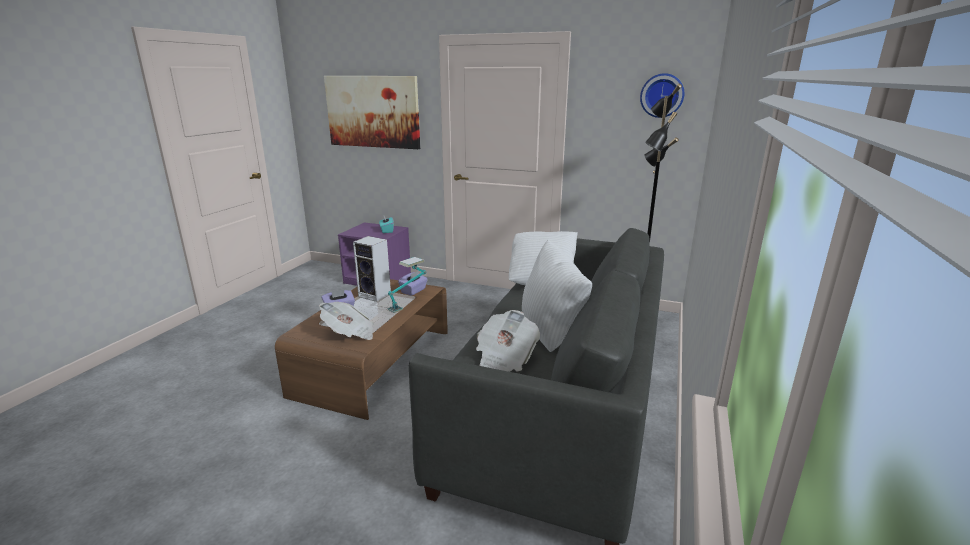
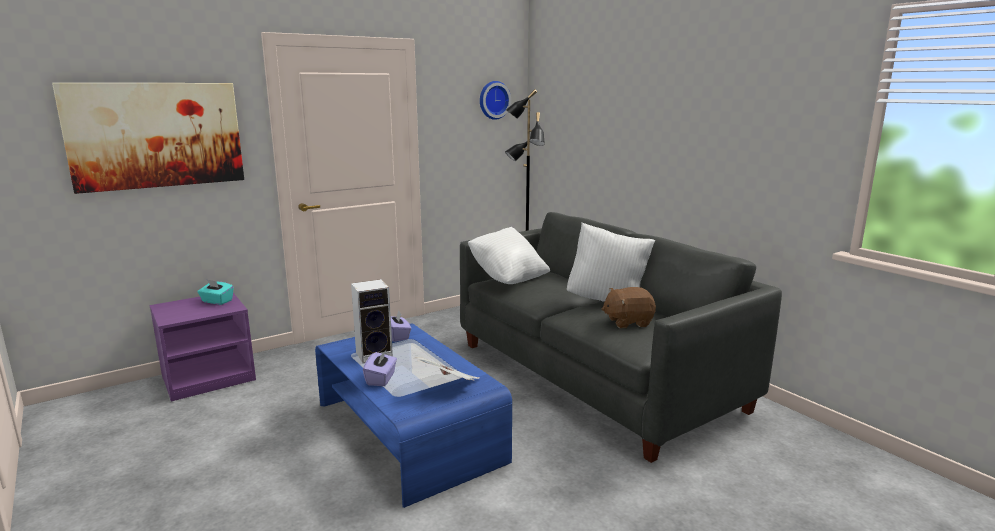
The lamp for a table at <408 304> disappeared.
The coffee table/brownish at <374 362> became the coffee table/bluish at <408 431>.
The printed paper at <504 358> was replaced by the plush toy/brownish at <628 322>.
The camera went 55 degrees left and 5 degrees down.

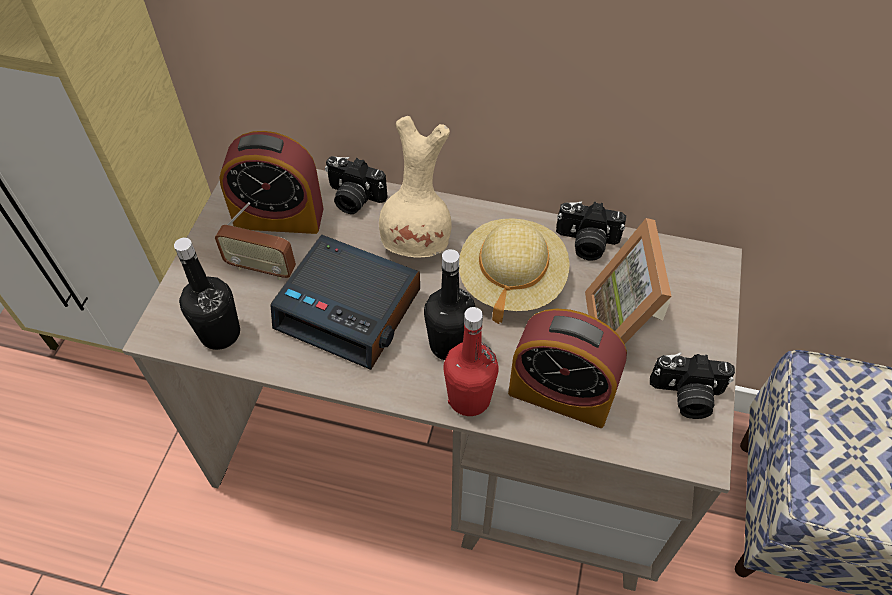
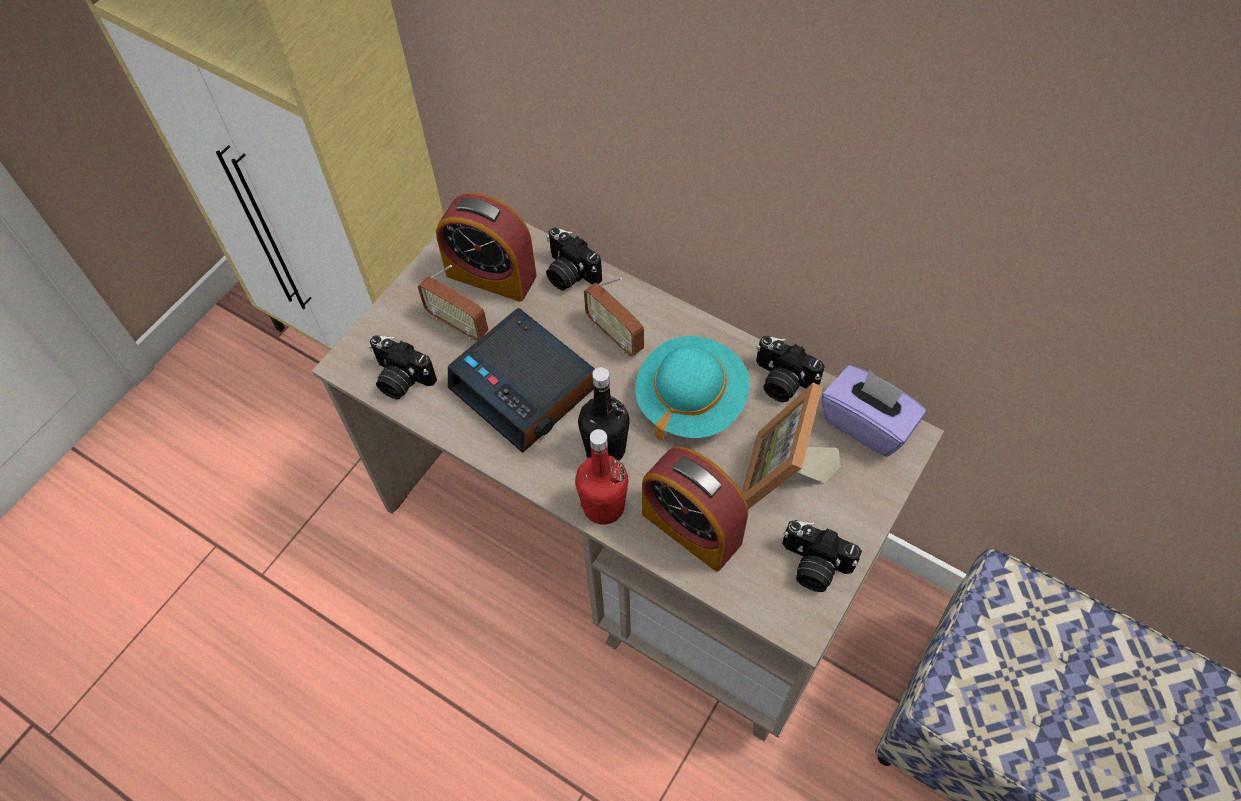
The vase/sand-coloured at <418 241> was replaced by the radio at <615 335>.
The clothing hat/sand-coloured at <511 280> became the clothing hat/turquoise-coloured at <690 400>.
The drink bottle/blackish at <220 333> was replaced by the photo camera at <400 379>.
The box of tissues/purple-coloured at <867 423> appeared.
The camera went 20 degrees right and 5 degrees up.

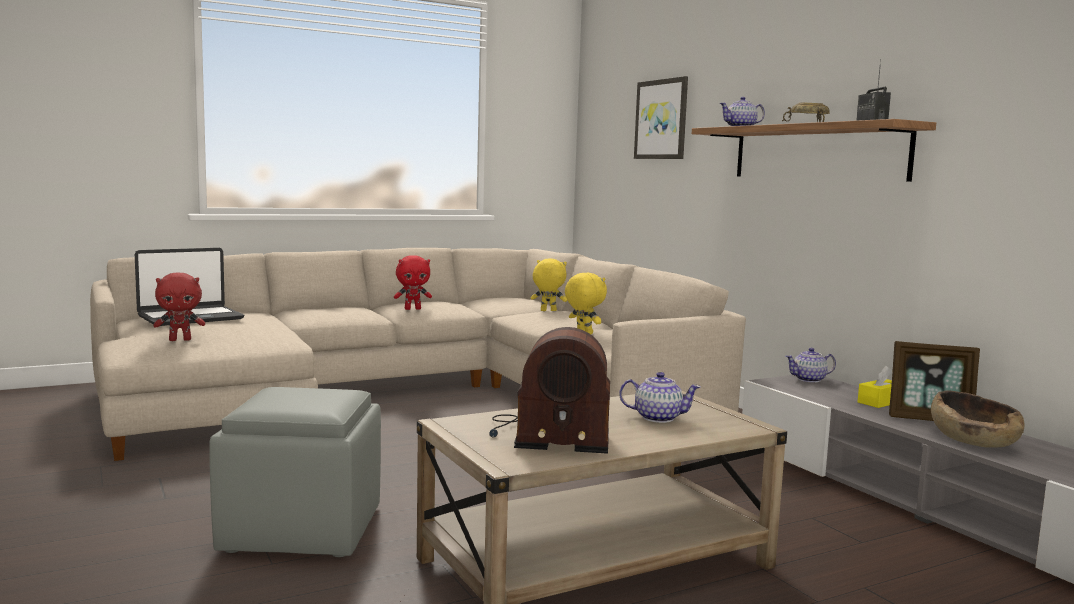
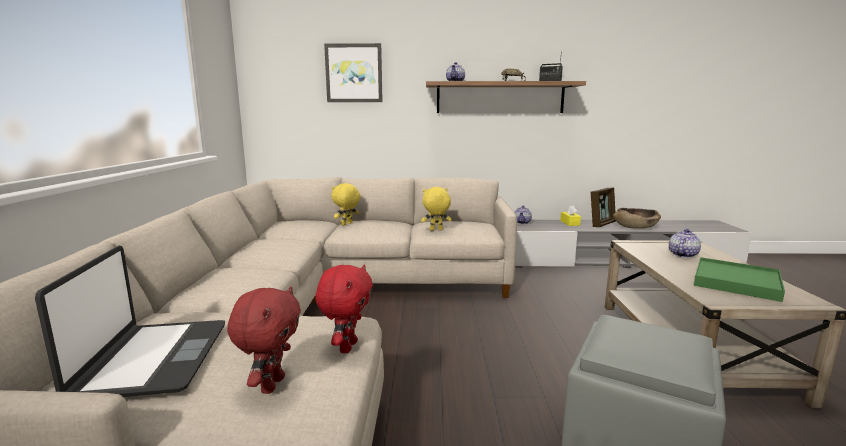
The plush toy/red-coloured moved from <413 309> to <347 347>.
The radio at <548 435> was replaced by the tray/green at <736 282>.
The camera went 60 degrees left and 5 degrees up.

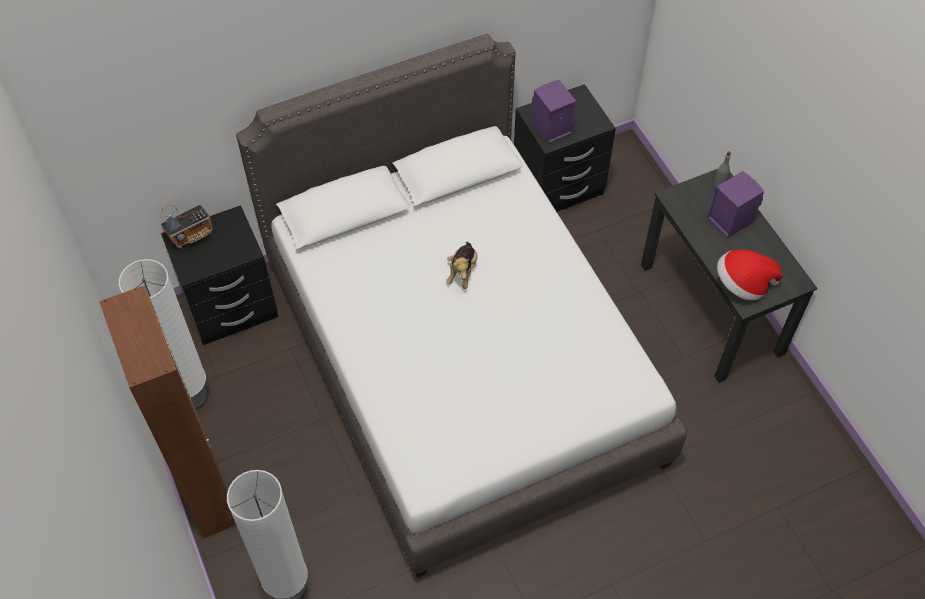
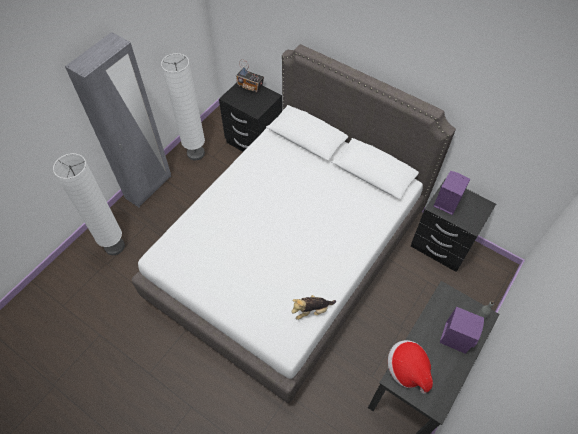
The plush toy moved from <462 271> to <311 310>.
The clothes cupboard/brownish at <208 493> became the clothes cupboard/grey at <149 187>.
The camera went 60 degrees right and 0 degrees up.

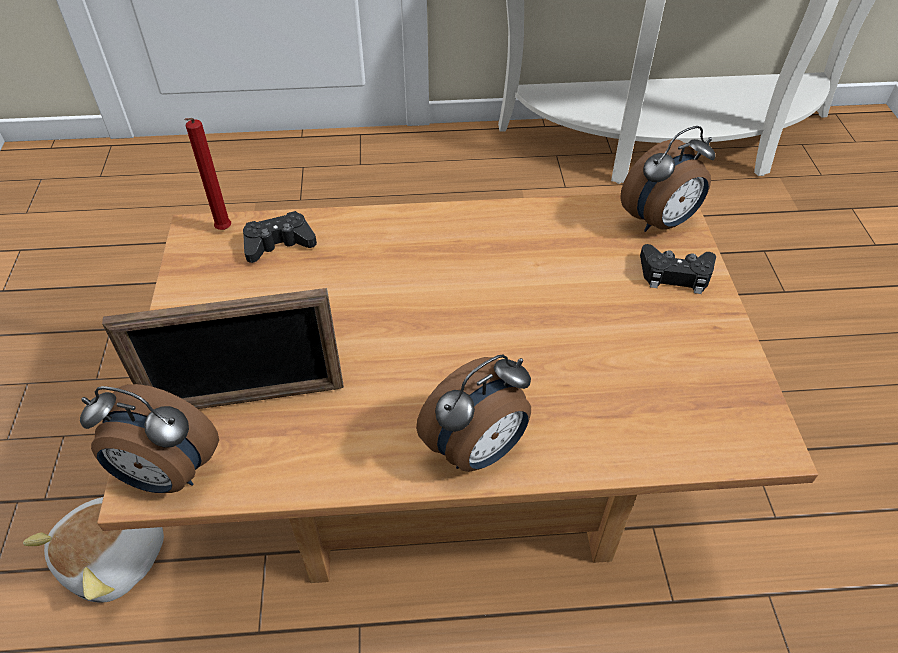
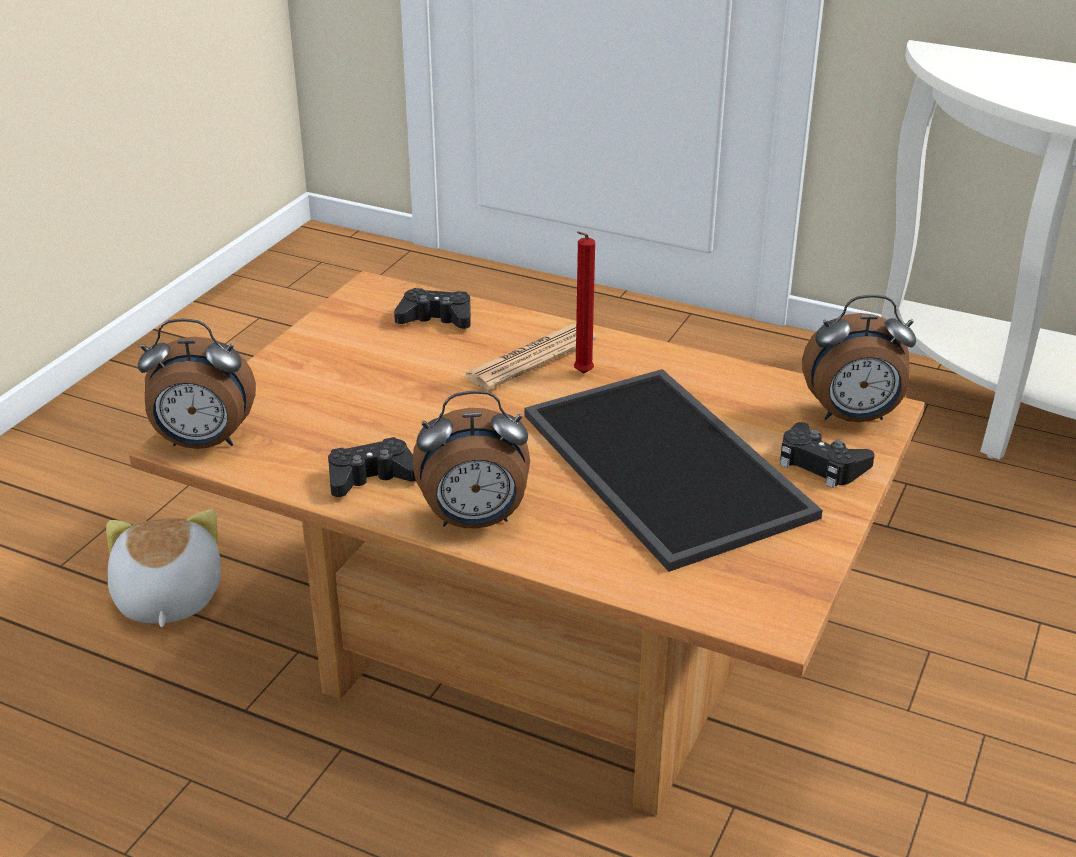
The wax candle/red-coloured moved from <223 231> to <581 374>.
The picture frame at <247 399> disappeared.
The alarm clock at <167 475> turned 45 degrees counterclockwise.
The plush toy at <117 558> turned 105 degrees clockwise.
The printed paper at <530 358> appeared.
The tray at <670 465> appeared.
The joypad/blackish at <371 477> appeared.
The camera went 30 degrees right and 15 degrees down.

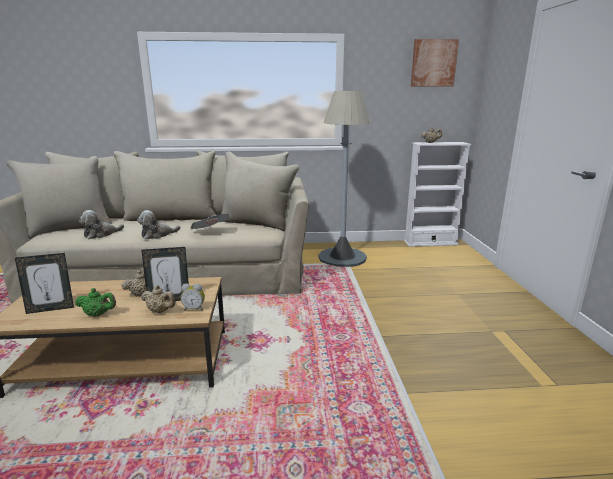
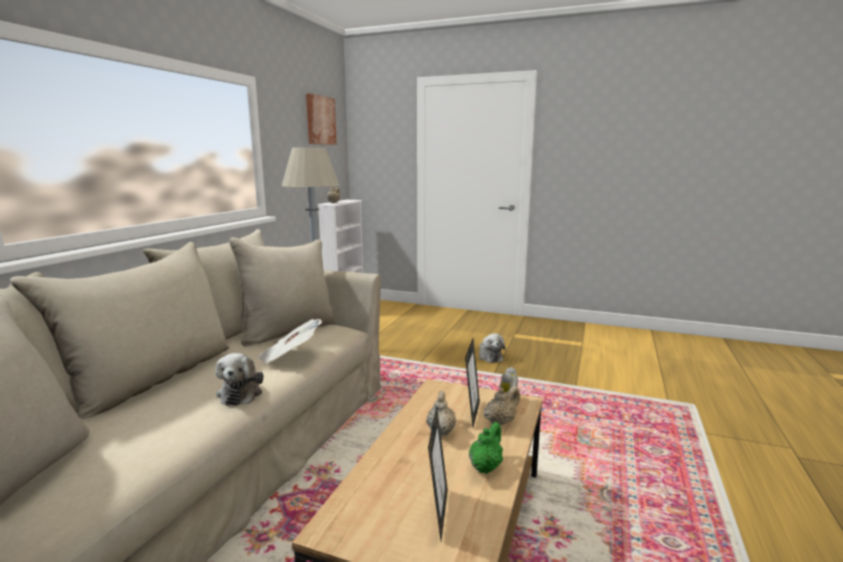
The plush toy moved from <101 234> to <489 356>.
The camera went 65 degrees left and 5 degrees down.

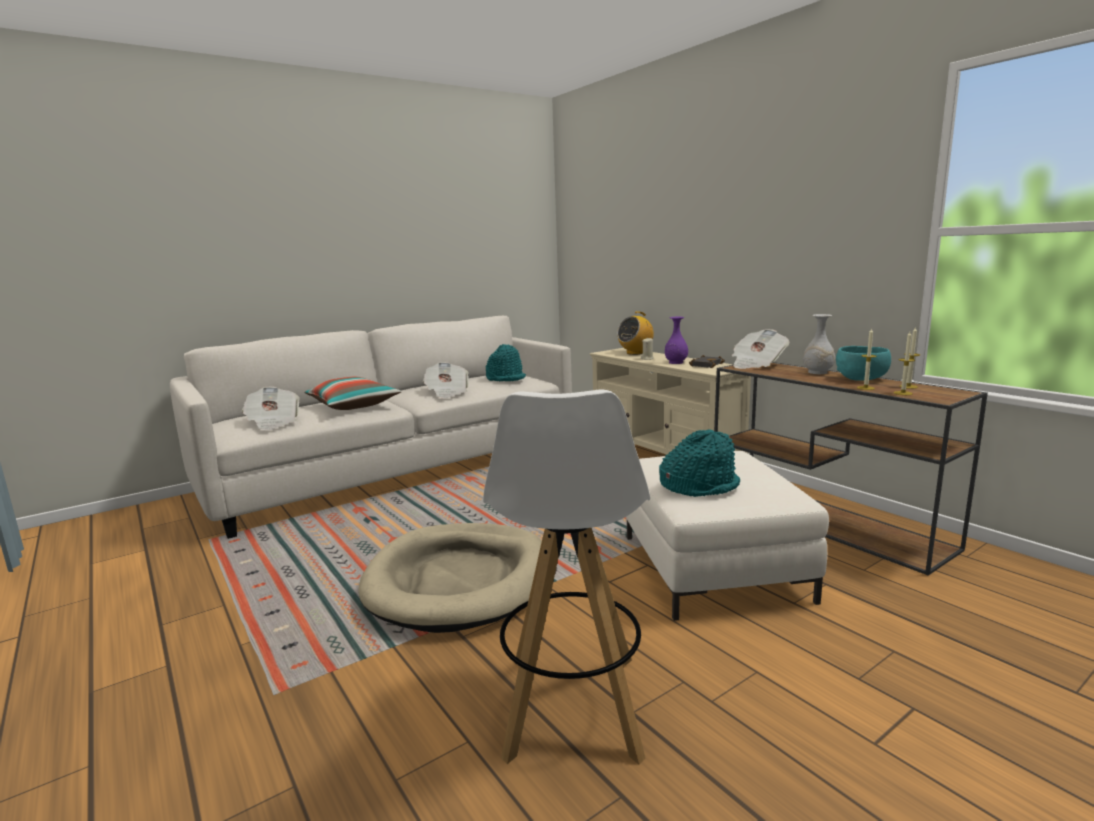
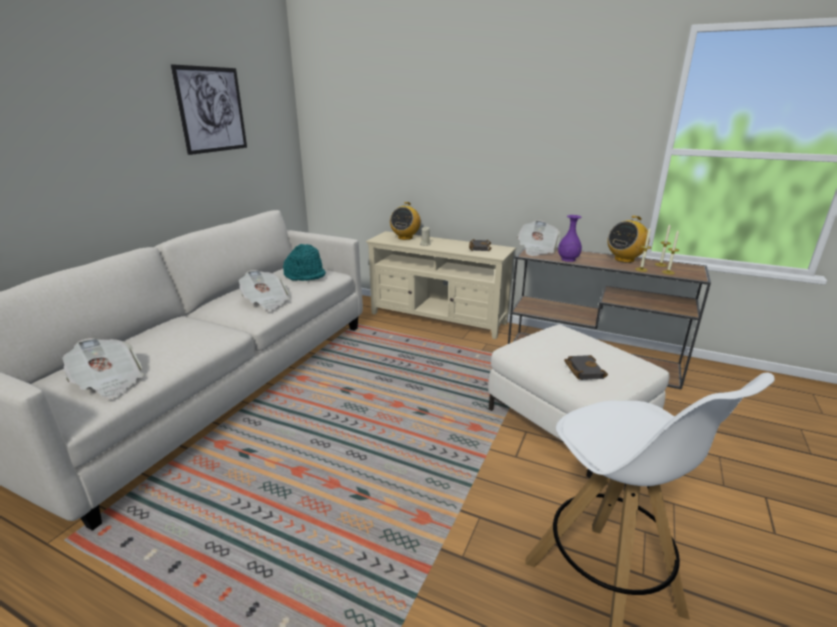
The vase/white at <817 372> disappeared.
The vase/purple-coloured moved from <676 362> to <568 259>.
The serving bowl/turquoise-coloured at <861 379> was replaced by the radio at <624 259>.
The throw pillow at <353 405> disappeared.
The clothing hat/turquoise-coloured at <699 486> was replaced by the bound book/blackish at <582 370>.
The dog cushion/sand-coloured at <459 580> disappeared.
The wall art at <212 110> appeared.
The camera went 30 degrees left and 10 degrees up.

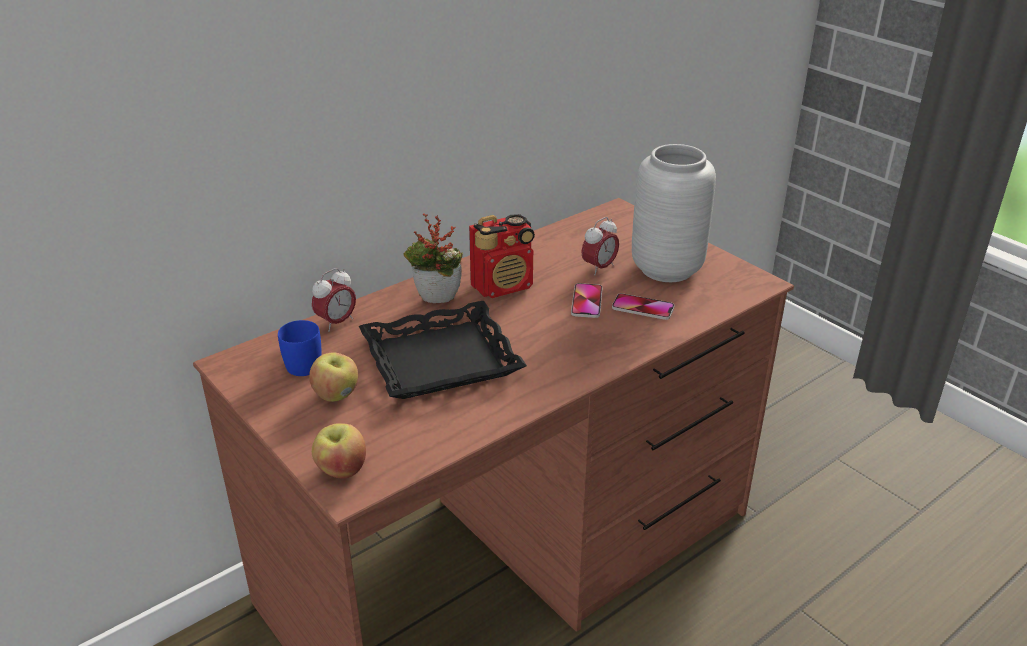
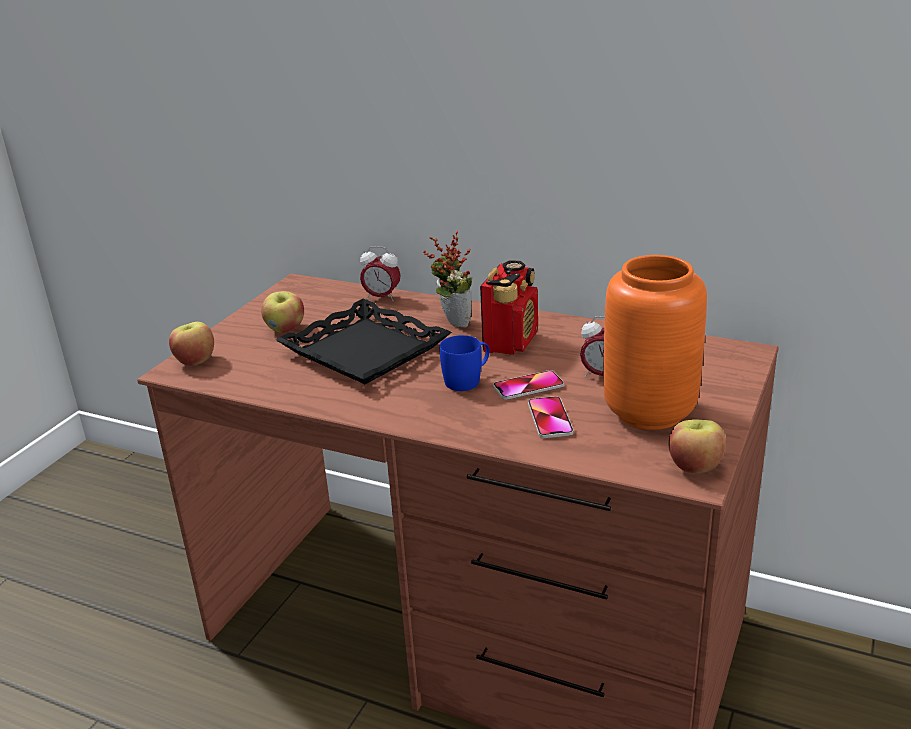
The vase/grey at <666 268> became the vase/orange at <650 411>.
The radio at <503 286> turned 105 degrees counterclockwise.
The tea mug/bluish moved from <303 362> to <468 380>.
The whole apple at <695 466> appeared.
The camera went 65 degrees right and 5 degrees down.

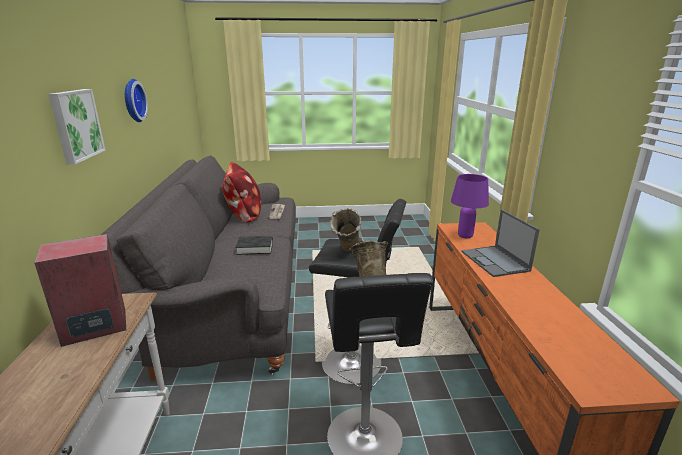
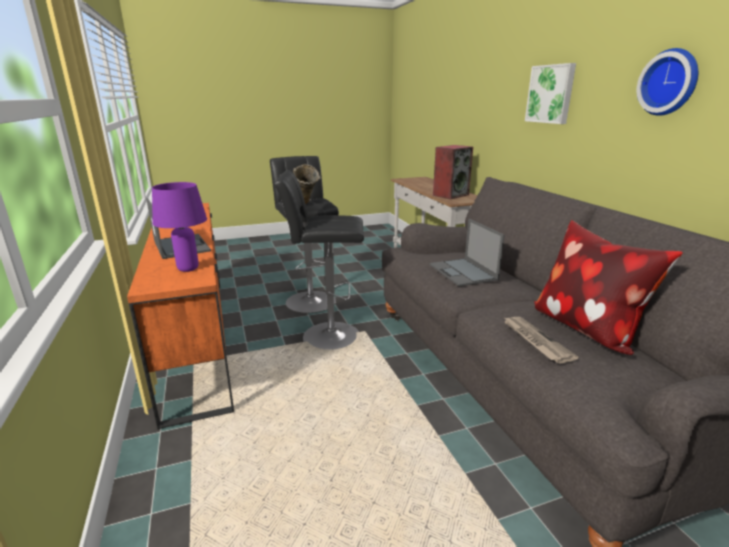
The vase/sand-coloured at <347 255> disappeared.
The bound book/blackish at <255 248> was replaced by the laptop at <463 272>.
The camera went 165 degrees right and 0 degrees up.

